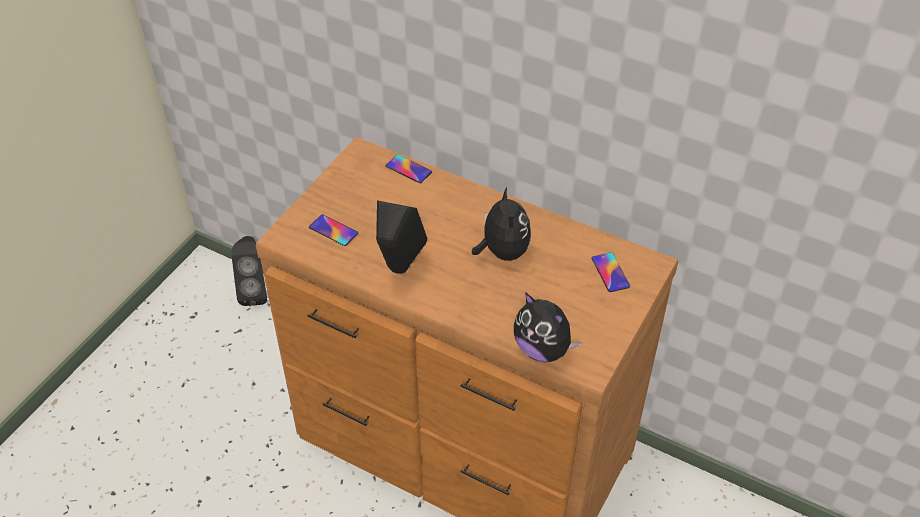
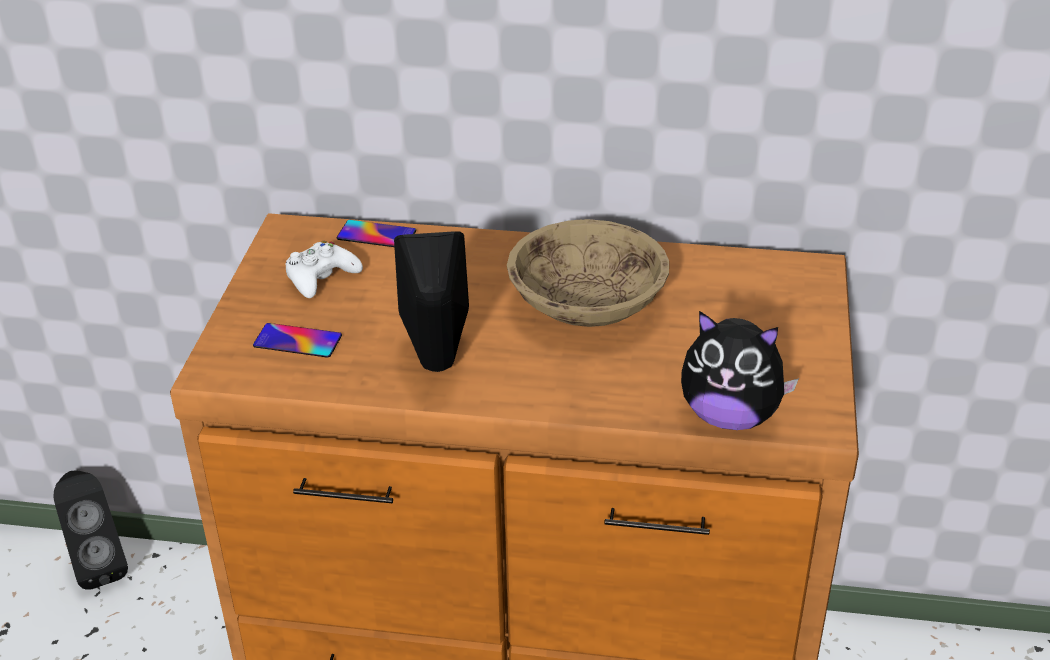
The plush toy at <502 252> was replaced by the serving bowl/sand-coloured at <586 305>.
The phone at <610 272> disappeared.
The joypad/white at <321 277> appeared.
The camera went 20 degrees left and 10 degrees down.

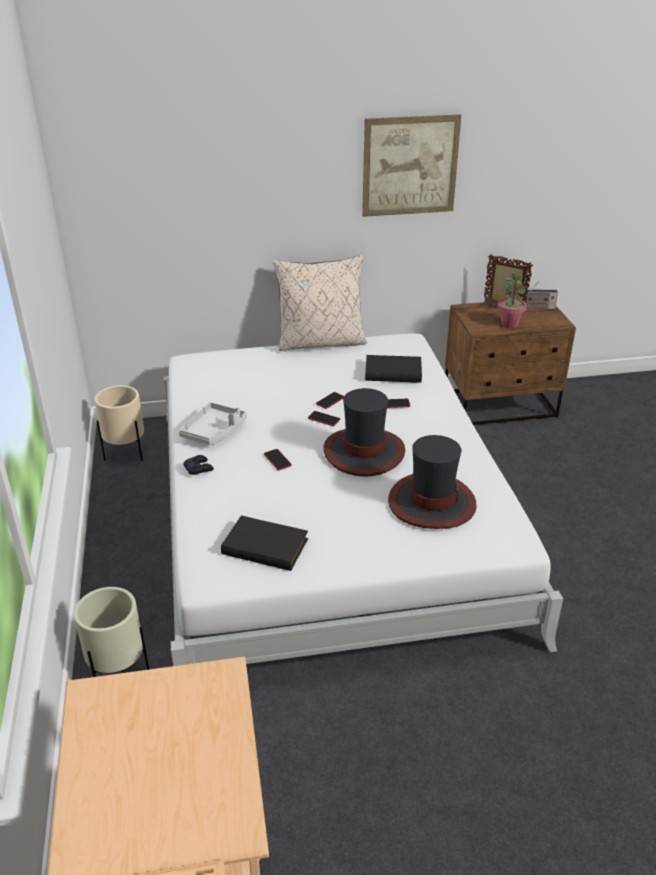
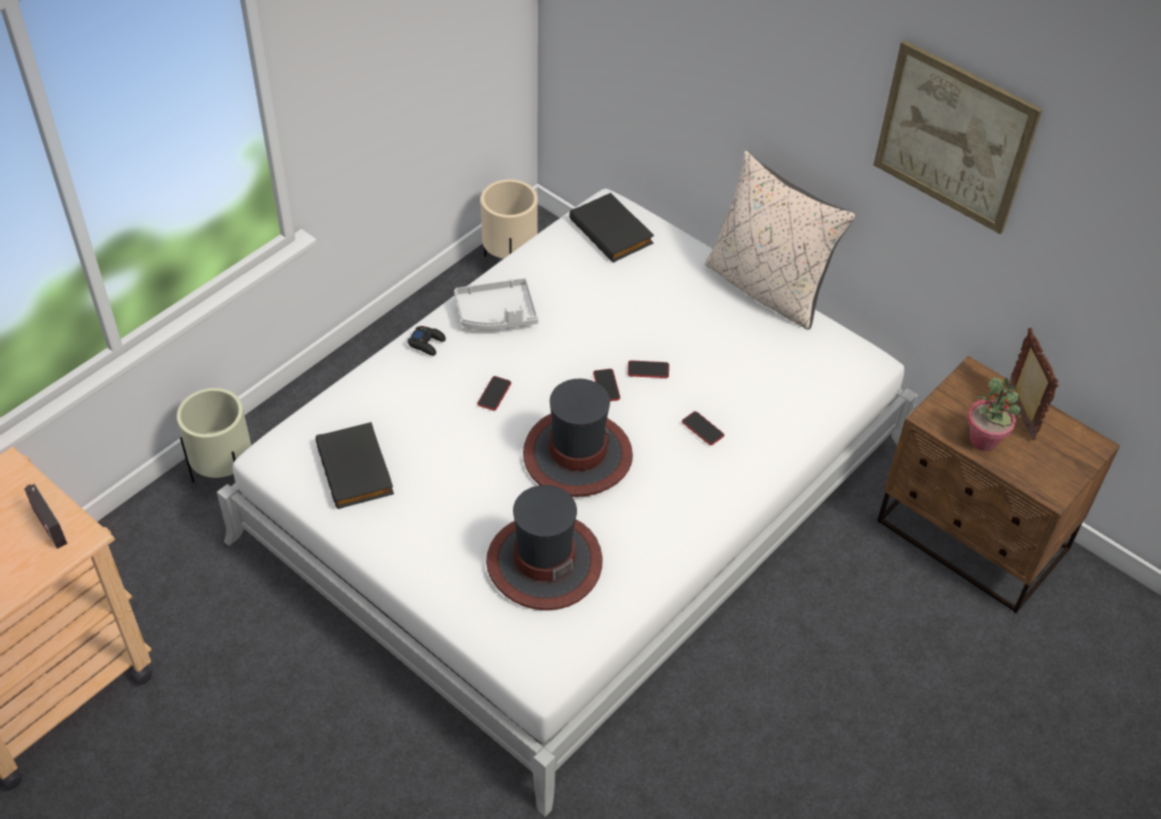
The radio moved from <537 307> to <47 525>.
The bound book/blackish moved from <393 371> to <613 231>.
The camera went 50 degrees right and 15 degrees up.

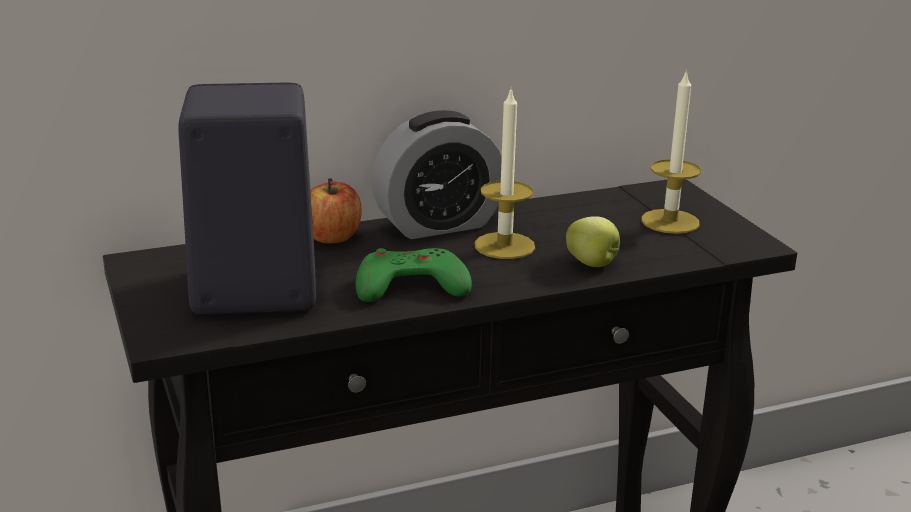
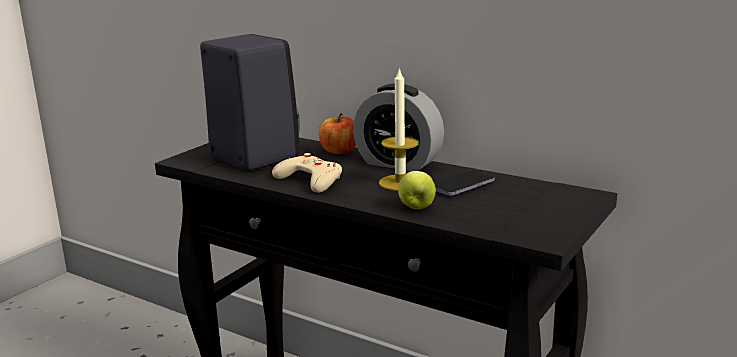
The wax candle at <670 221> disappeared.
The joypad/green at <410 286> became the joypad/sand-coloured at <310 180>.
The phone at <462 185> appeared.
The camera went 55 degrees right and 5 degrees down.

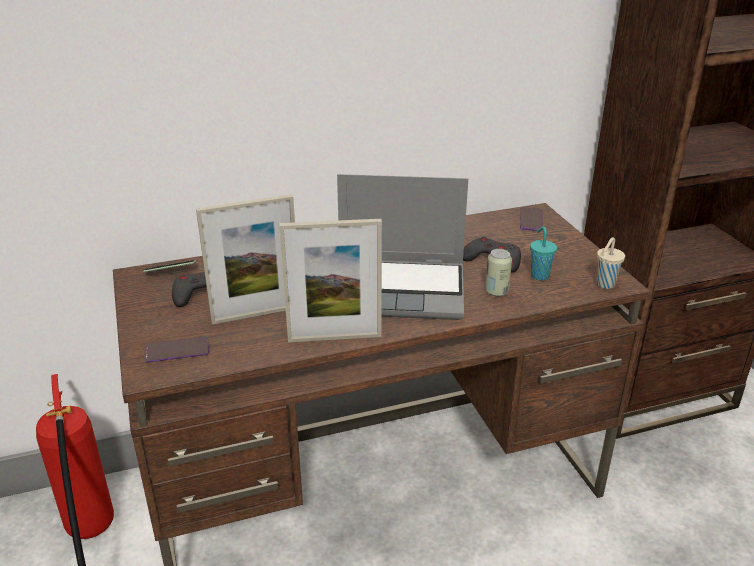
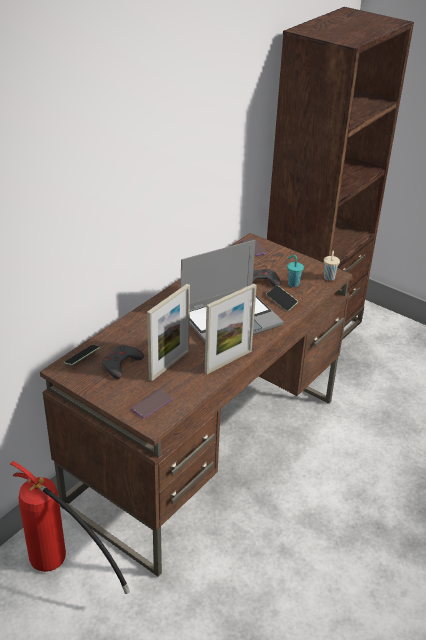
The metal can at <496 292> was replaced by the phone at <281 302>.
The camera went 35 degrees left and 5 degrees up.

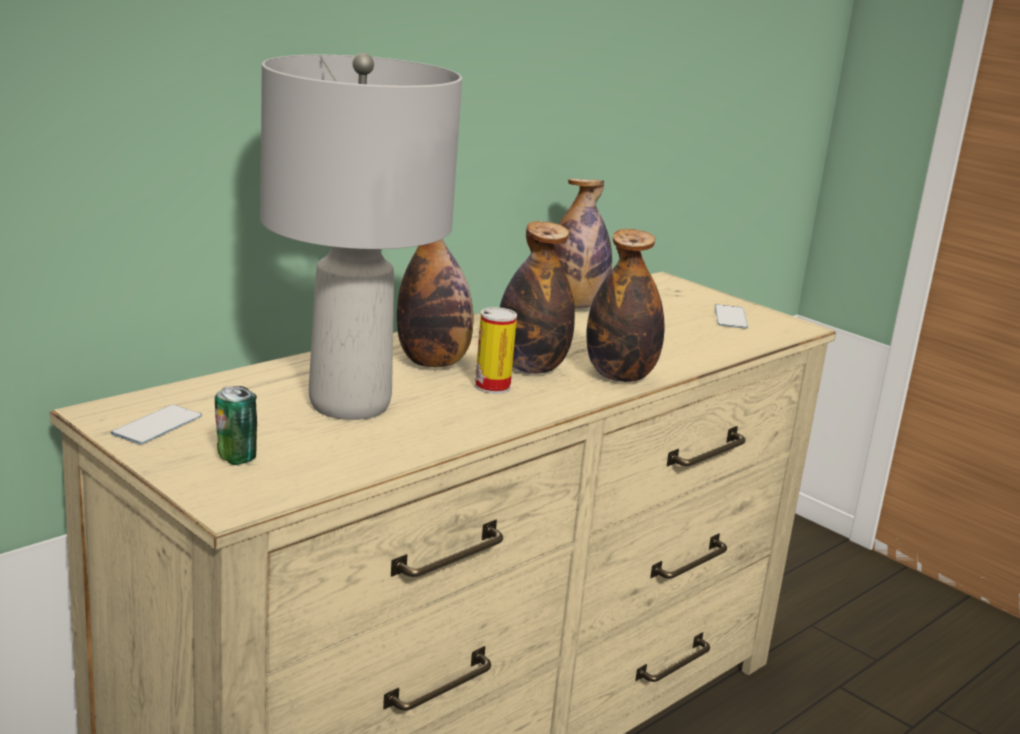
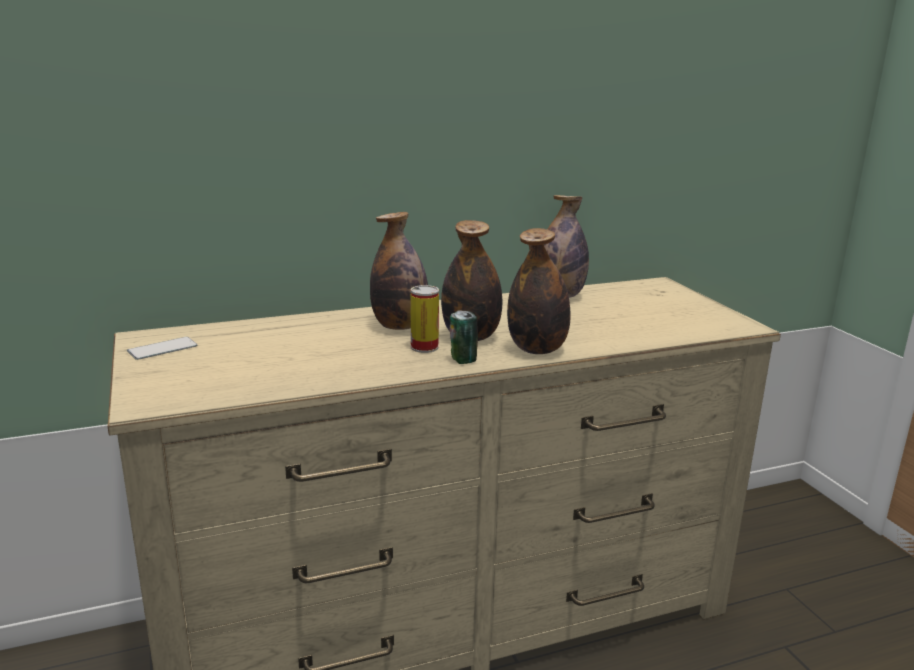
The lamp for a table/grey at <350 404> disappeared.
The phone at <730 317> disappeared.
The metal can moved from <236 458> to <463 360>.
The camera went 25 degrees right and 0 degrees up.

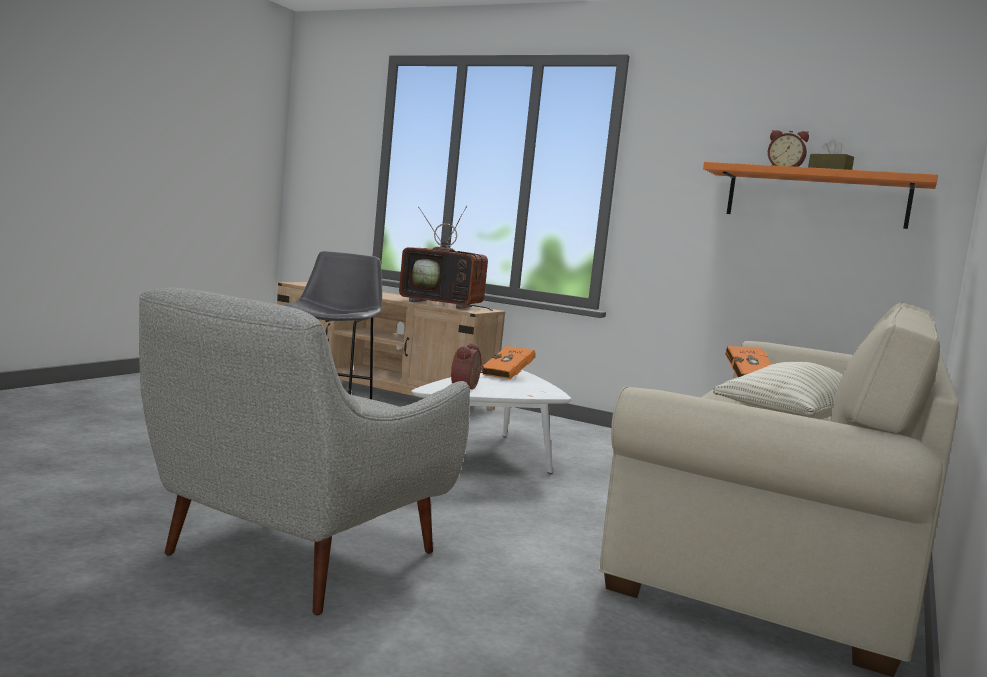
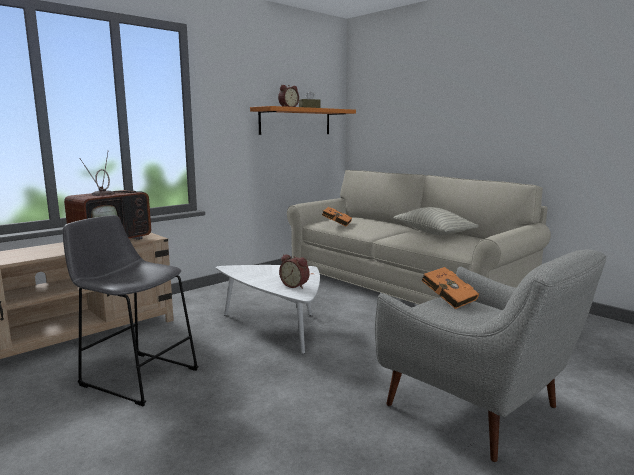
The bound book/orange moved from <509 376> to <447 299>.
The camera went 70 degrees left and 5 degrees up.

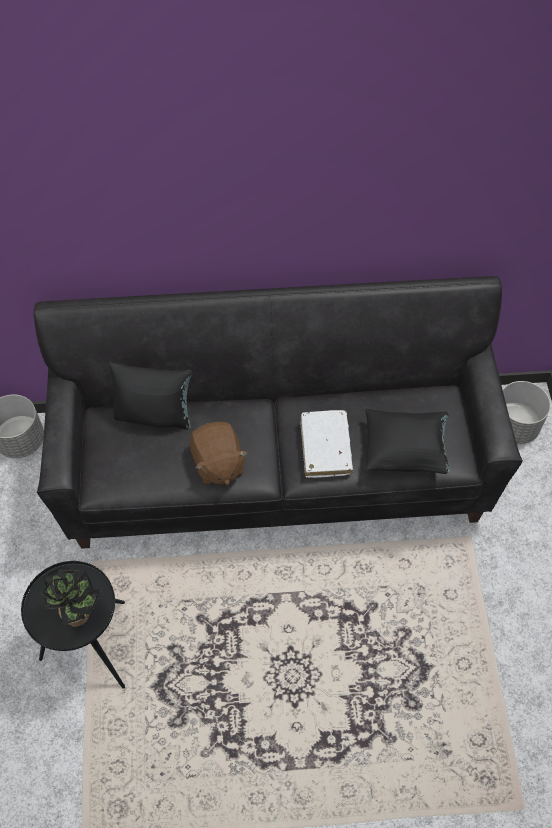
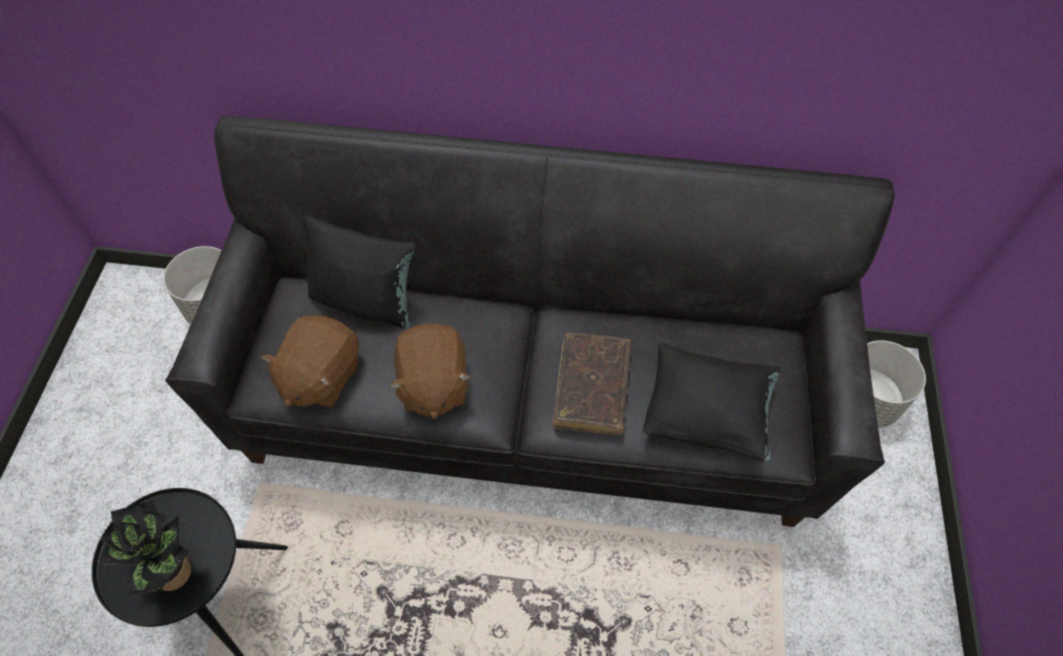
The bound book/white at <325 448> became the bound book/brownish at <591 389>.
The plush toy/brownish at <320 376> appeared.
The camera went 10 degrees right and 0 degrees up.

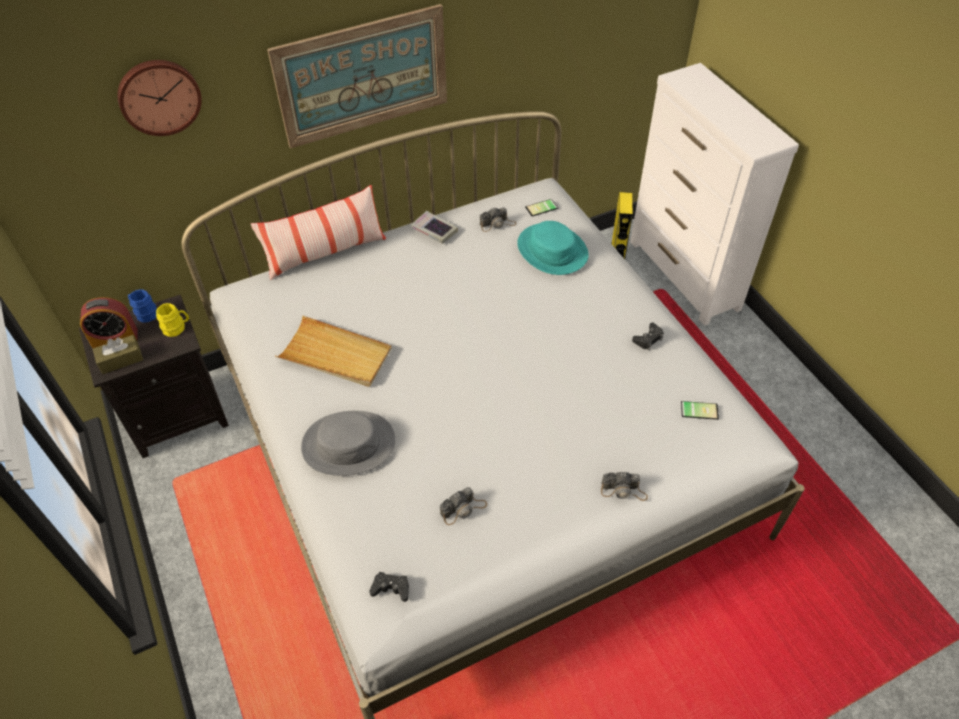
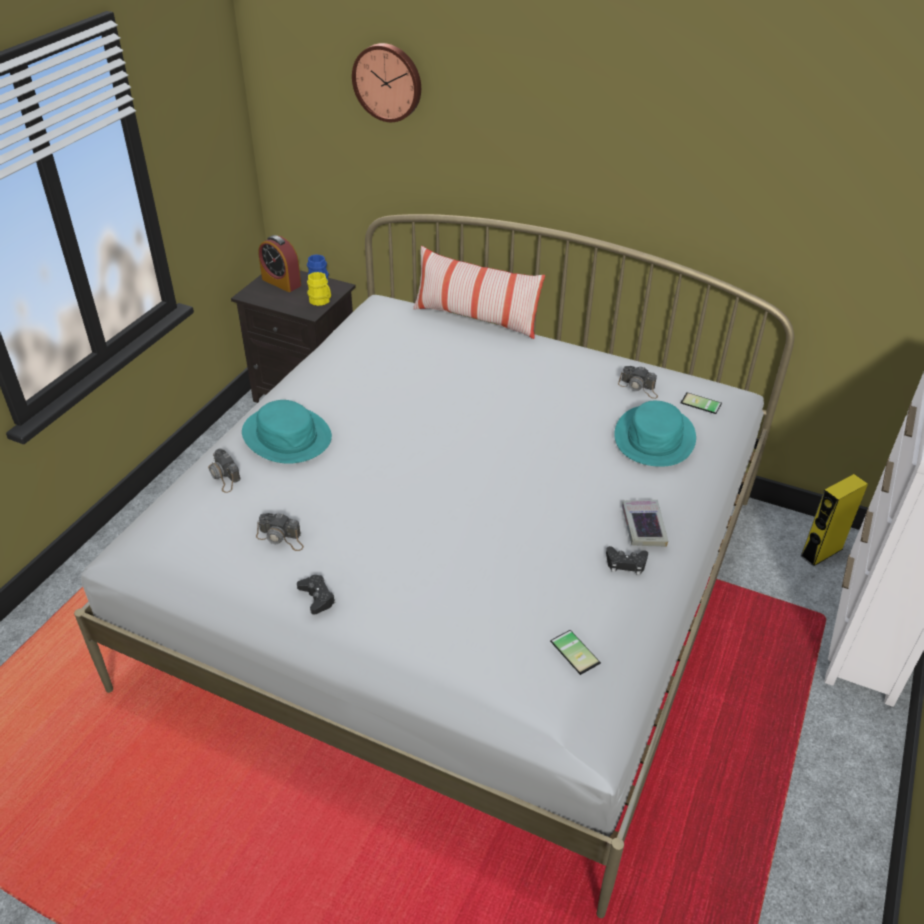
The wall art at <363 76> disappeared.
The bound book moved from <434 230> to <643 526>.
The tray/sand-coloured at <335 355> disappeared.
The box of tissues/brownish at <121 360> disappeared.
The clothing hat/grey at <348 444> became the clothing hat/turquoise-coloured at <287 435>.
The photo camera moved from <623 491> to <224 476>.
The joypad/blackish moved from <391 588> to <317 597>.
The camera went 50 degrees right and 10 degrees down.

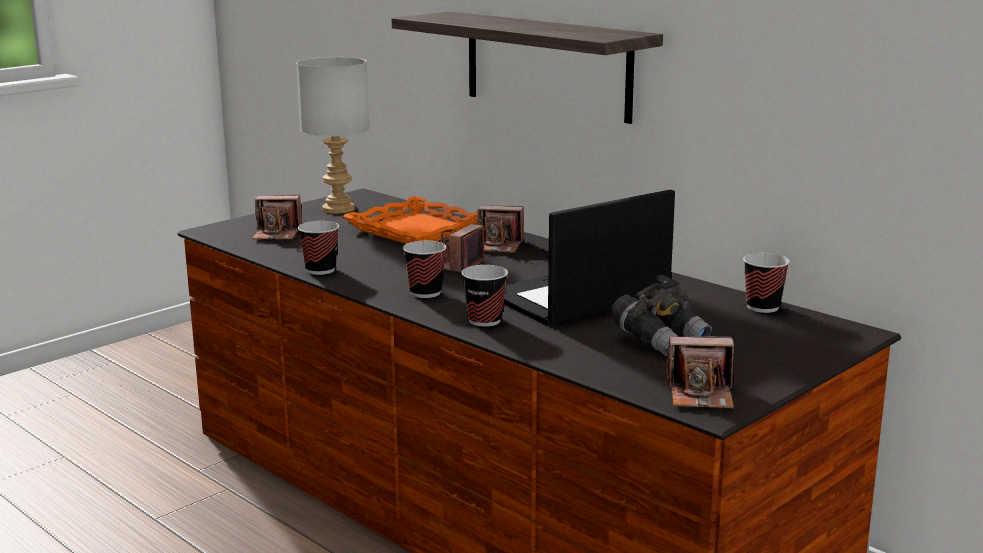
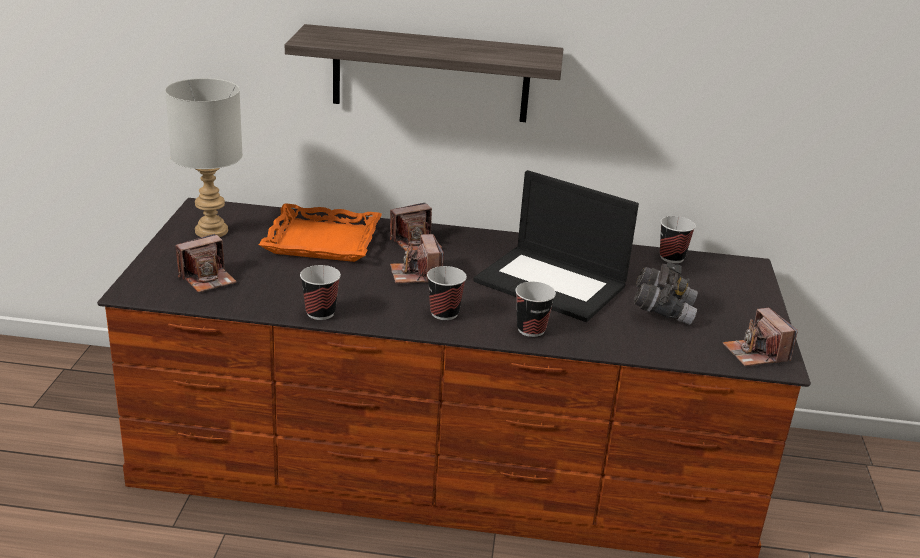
The laptop at <577 297> turned 75 degrees counterclockwise.
The photo camera at <701 395> turned 105 degrees clockwise.
The camera went 40 degrees left and 10 degrees up.

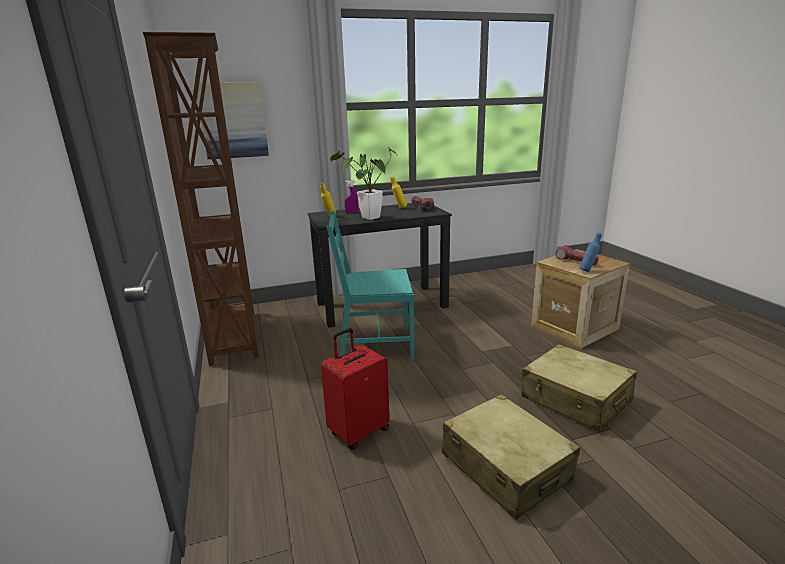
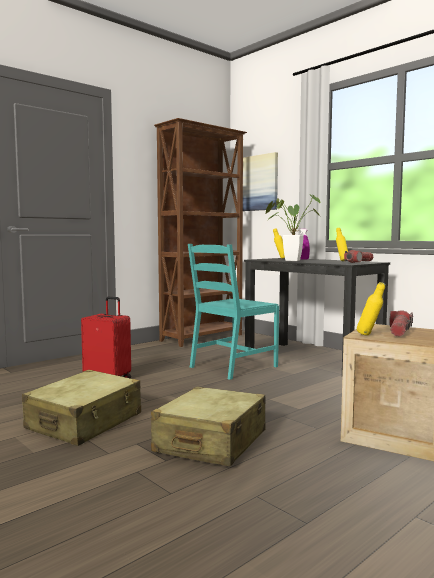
The plain chair/turquoise-coloured at <374 345> turned 105 degrees counterclockwise.
The drink bottle/bluish at <588 271> became the drink bottle/yellowish at <369 335>.
The camera went 65 degrees right and 15 degrees down.

